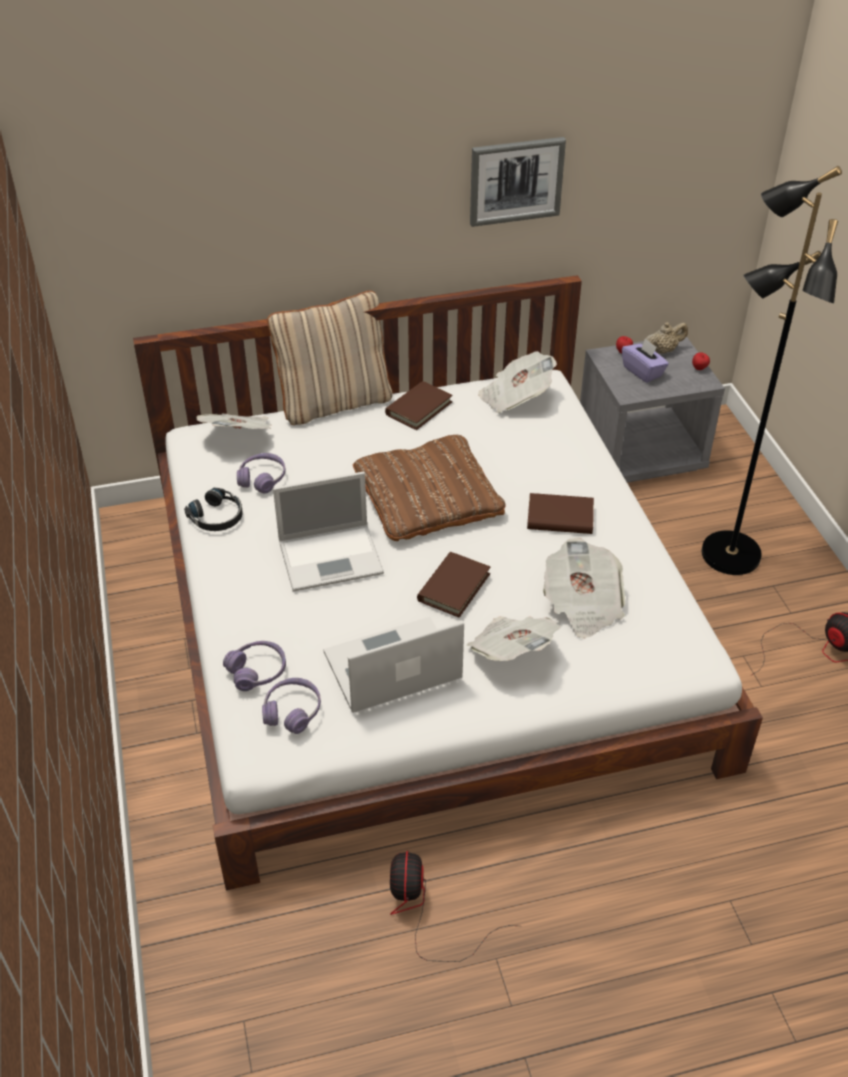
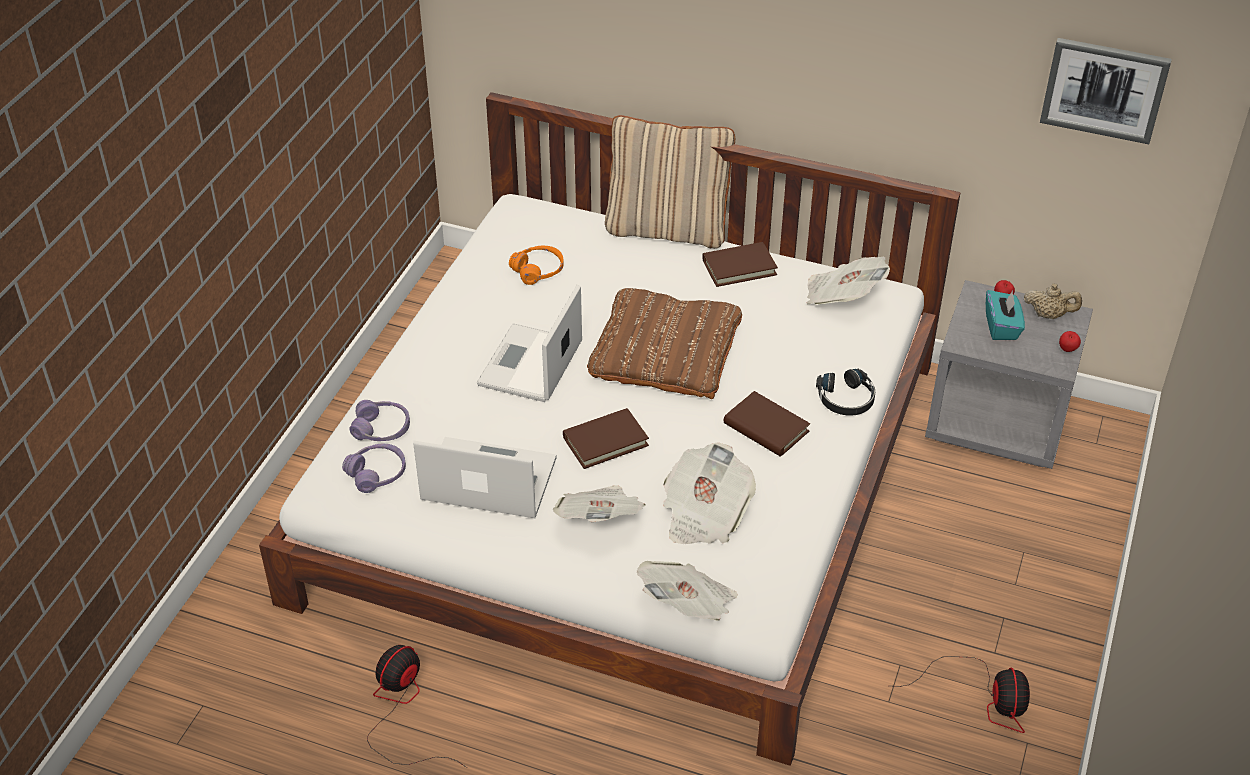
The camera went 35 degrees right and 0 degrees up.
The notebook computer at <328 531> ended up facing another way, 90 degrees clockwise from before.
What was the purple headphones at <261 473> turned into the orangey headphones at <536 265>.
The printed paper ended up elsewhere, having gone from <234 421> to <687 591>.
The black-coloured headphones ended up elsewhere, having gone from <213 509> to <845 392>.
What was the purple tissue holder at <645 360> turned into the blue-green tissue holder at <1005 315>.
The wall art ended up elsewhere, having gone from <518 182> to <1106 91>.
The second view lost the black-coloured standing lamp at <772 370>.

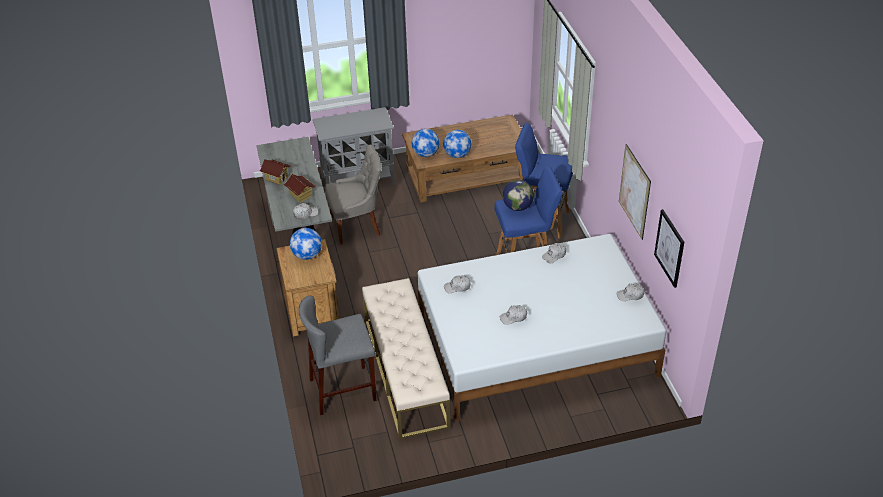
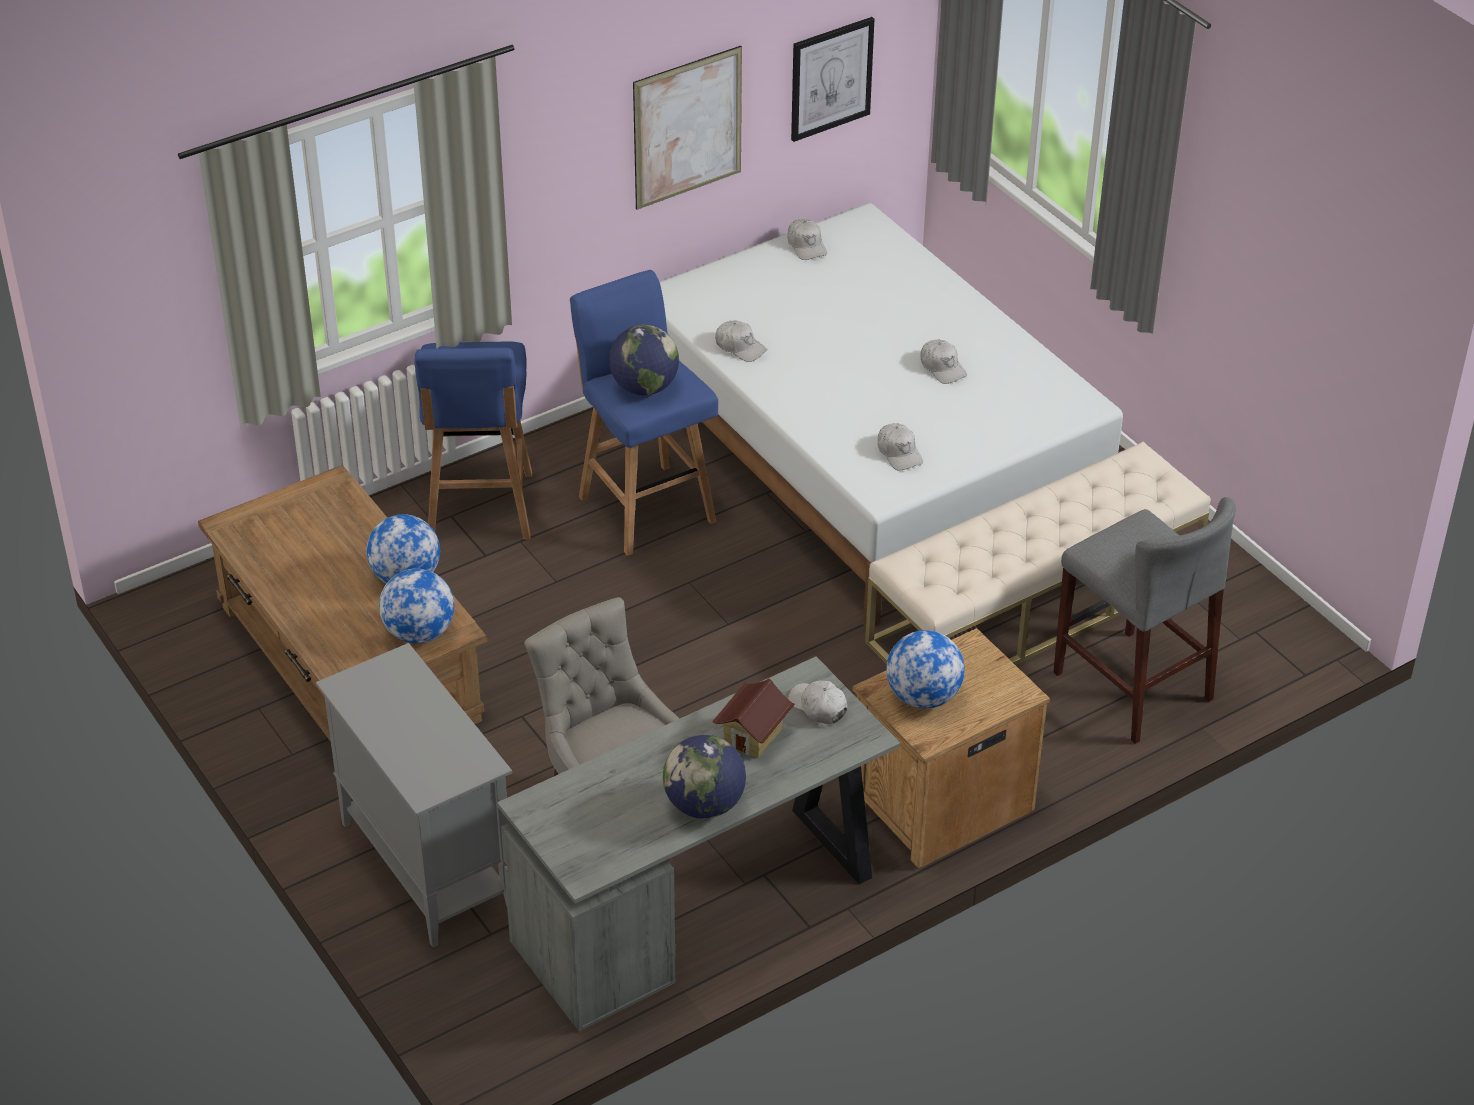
The camera went 110 degrees left and 0 degrees up.
Where the model house stood at <275 172>, the desk globe came to stand at <704 777>.

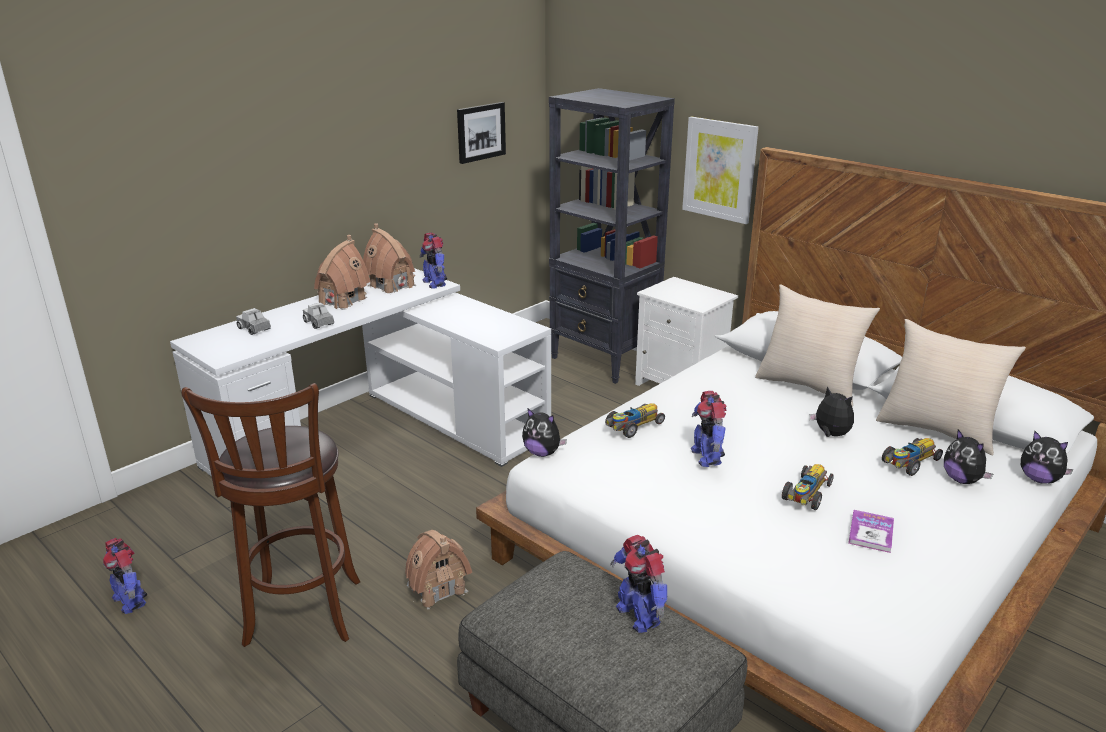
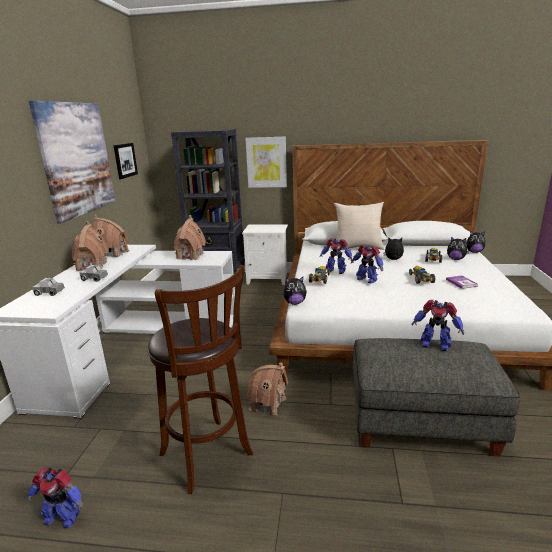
The camera went 35 degrees left and 5 degrees down.
The second view gained the wall art at <72 162>.
The second view gained the model house at <190 237>.
The toy robot ended up elsewhere, having gone from <433 260> to <336 256>.
The second view lost the beige pillow at <951 387>.

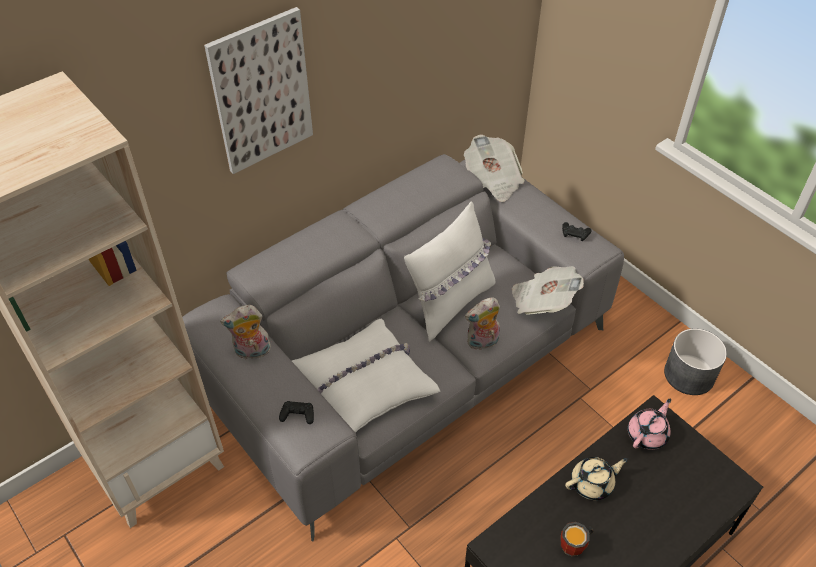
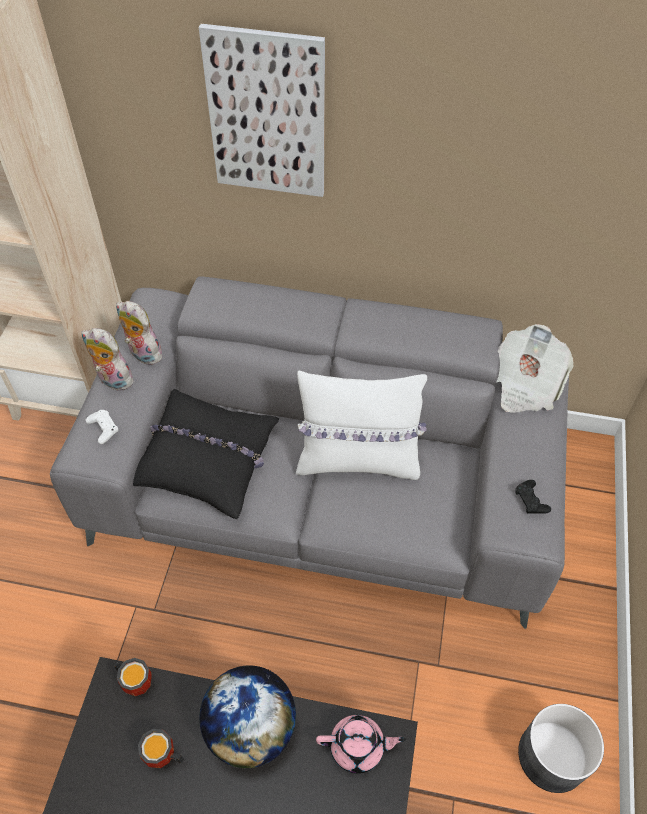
The camera went 50 degrees right and 5 degrees up.
The plush toy ended up elsewhere, having gone from <482 323> to <108 359>.
What was the black-coloured gamepad at <296 412> turned into the white-coloured gamepad at <102 427>.
The second view gained the coffee mug at <133 677>.
What was the white-coloured pillow at <366 376> turned into the black-coloured pillow at <206 454>.
Where the beige pot for tea stood at <597 478>, the desk globe came to stand at <247 716>.
The second view lost the printed paper at <548 290>.

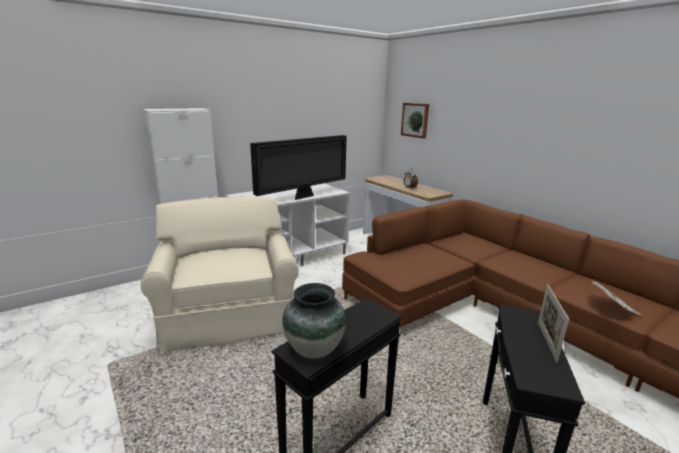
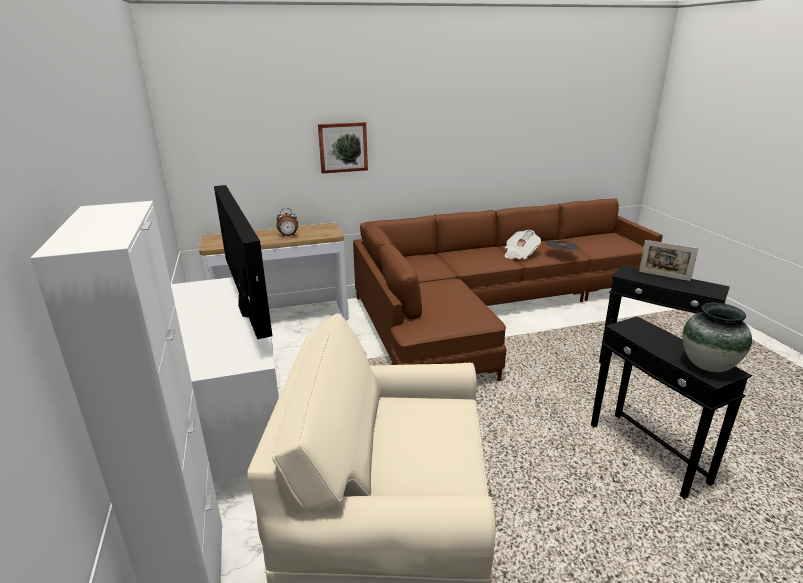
The camera went 70 degrees left and 5 degrees up.
The wall art ended up elsewhere, having gone from <415 121> to <343 148>.
The second view gained the printed paper at <523 244>.

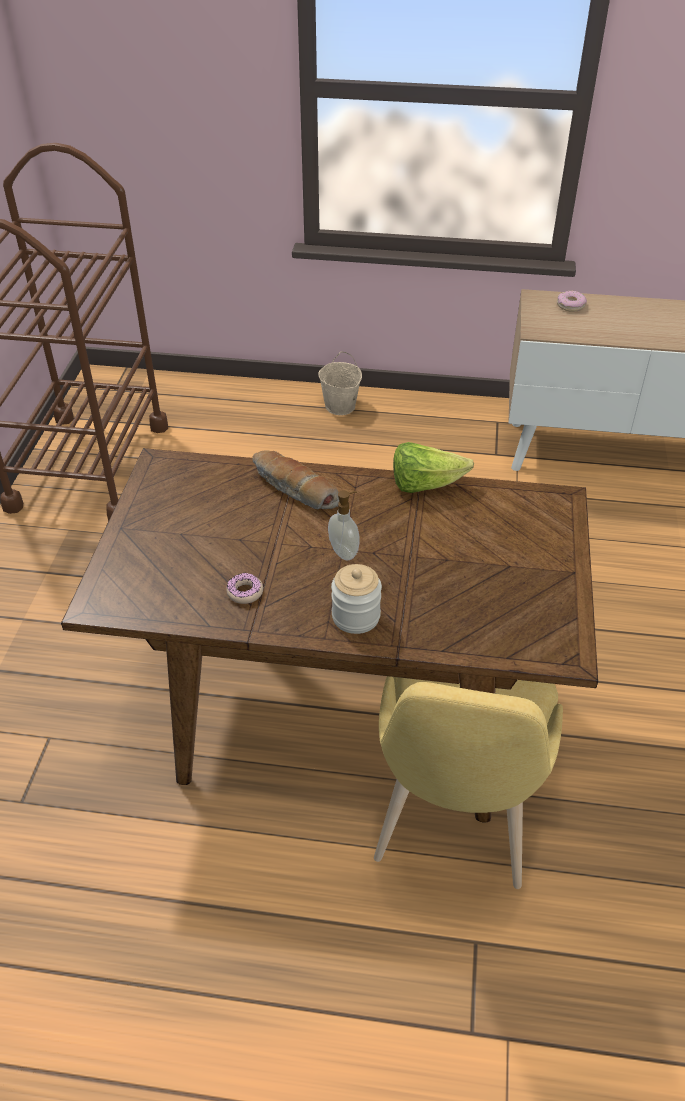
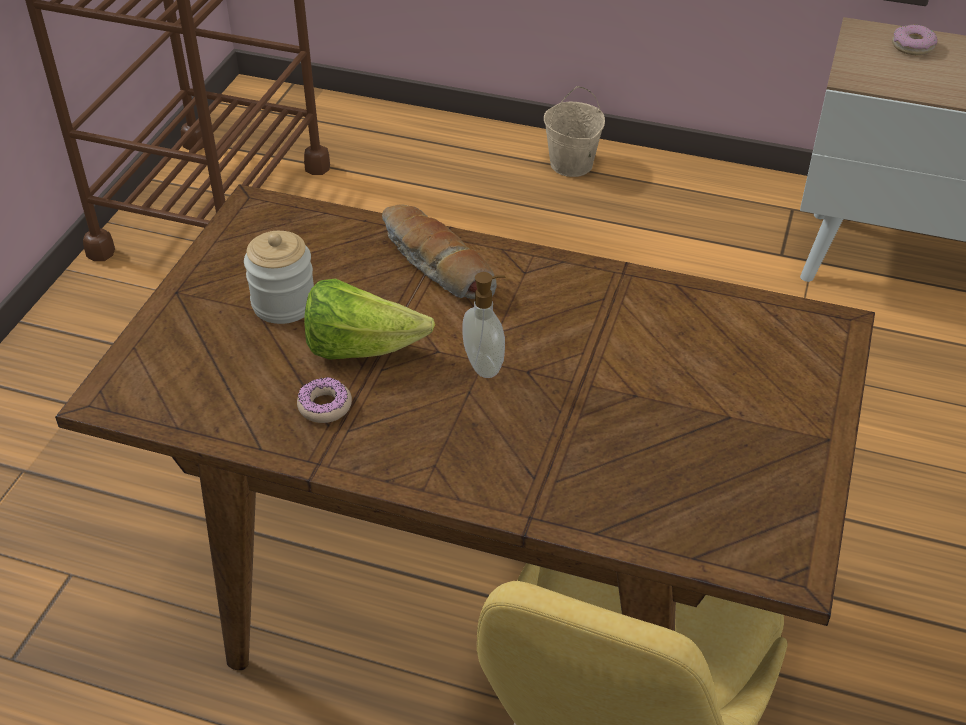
The camera went 10 degrees right and 0 degrees up.
The storage jar ended up elsewhere, having gone from <356 599> to <279 277>.
The head of lettuce ended up elsewhere, having gone from <433 467> to <369 319>.

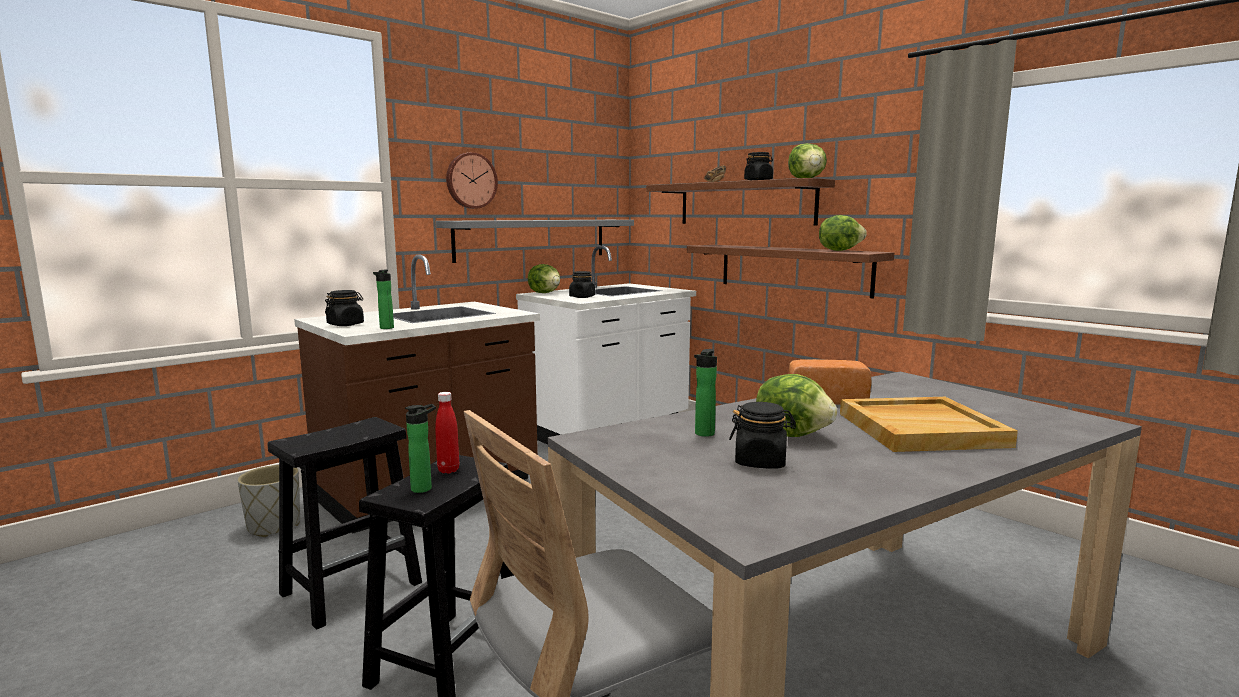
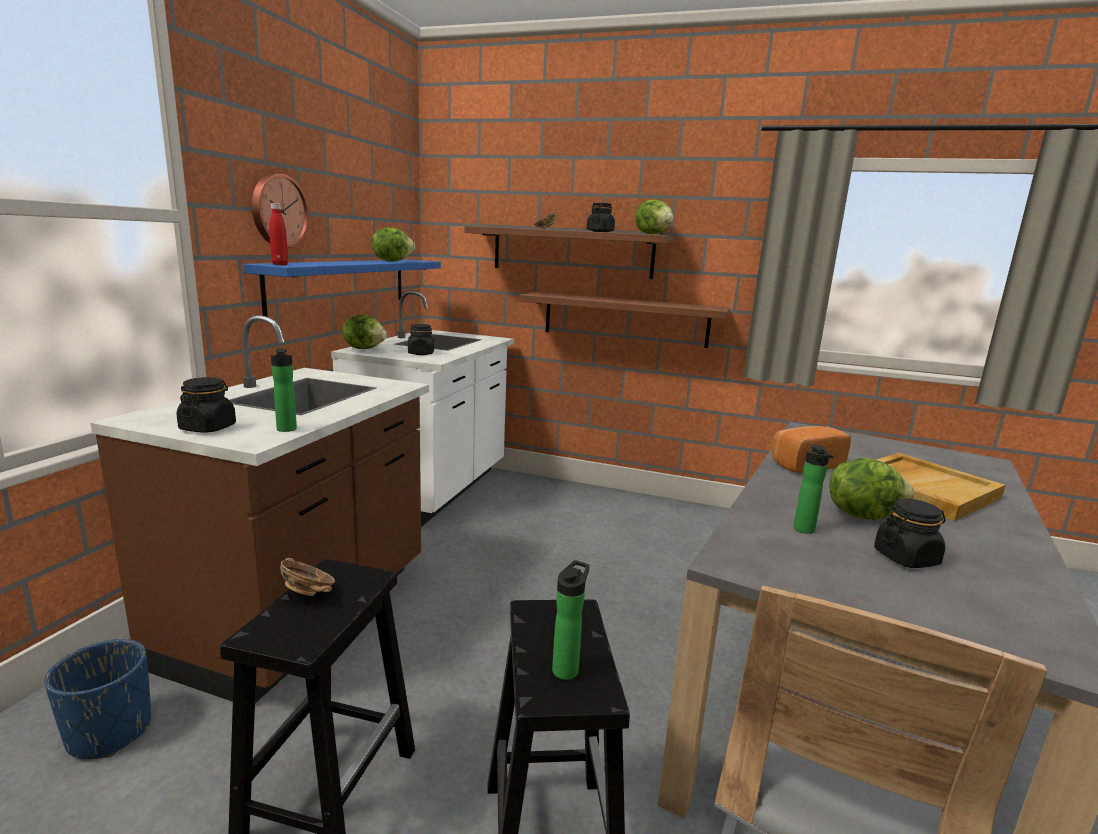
The camera went 30 degrees left and 5 degrees up.
What was the gray plant pot at <269 501> turned into the blue plant pot at <97 699>.
What was the gray shelf at <535 241> turned into the blue shelf at <342 288>.
The red-coloured bottle ended up elsewhere, having gone from <447 433> to <278 234>.
The second view gained the serving bowl at <307 577>.
The head of lettuce ended up elsewhere, having gone from <843 233> to <393 244>.

